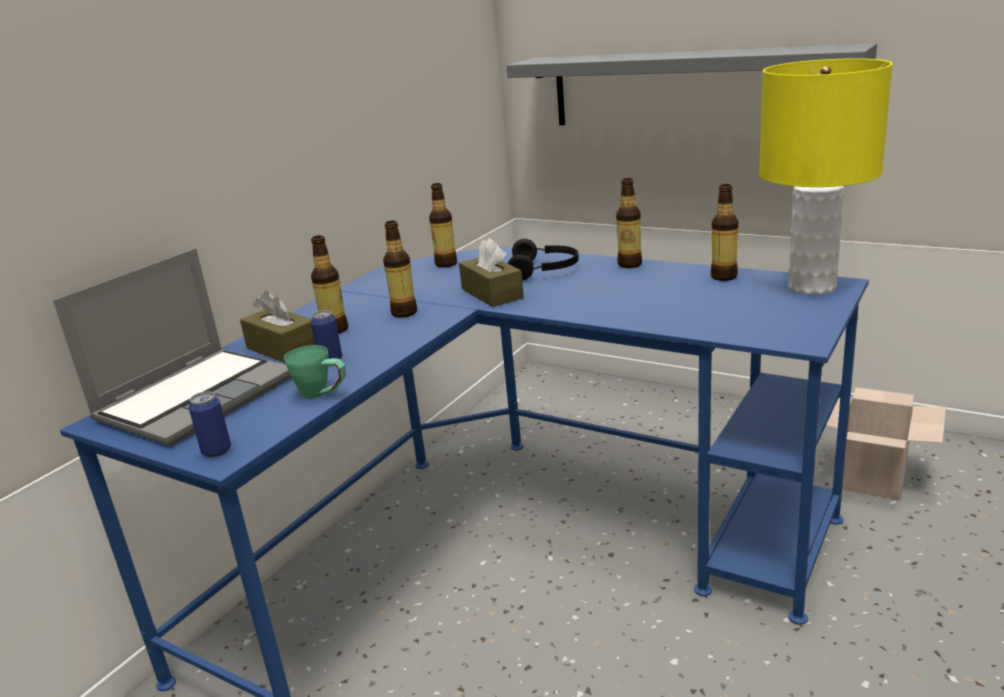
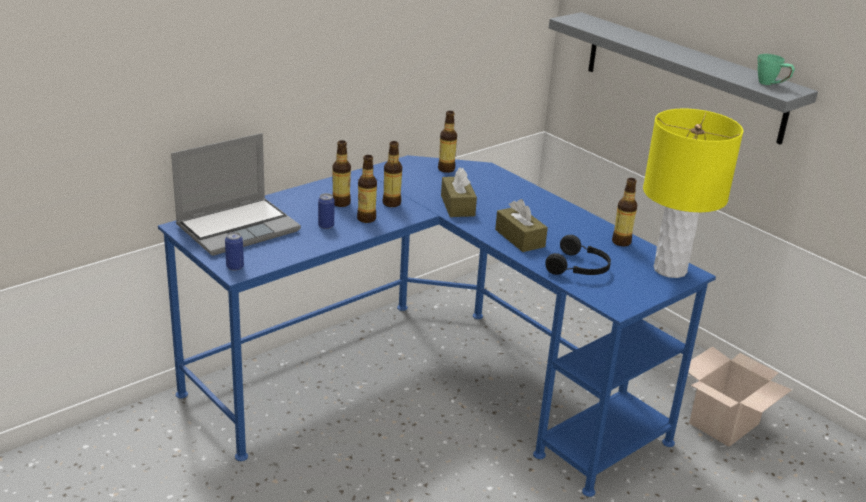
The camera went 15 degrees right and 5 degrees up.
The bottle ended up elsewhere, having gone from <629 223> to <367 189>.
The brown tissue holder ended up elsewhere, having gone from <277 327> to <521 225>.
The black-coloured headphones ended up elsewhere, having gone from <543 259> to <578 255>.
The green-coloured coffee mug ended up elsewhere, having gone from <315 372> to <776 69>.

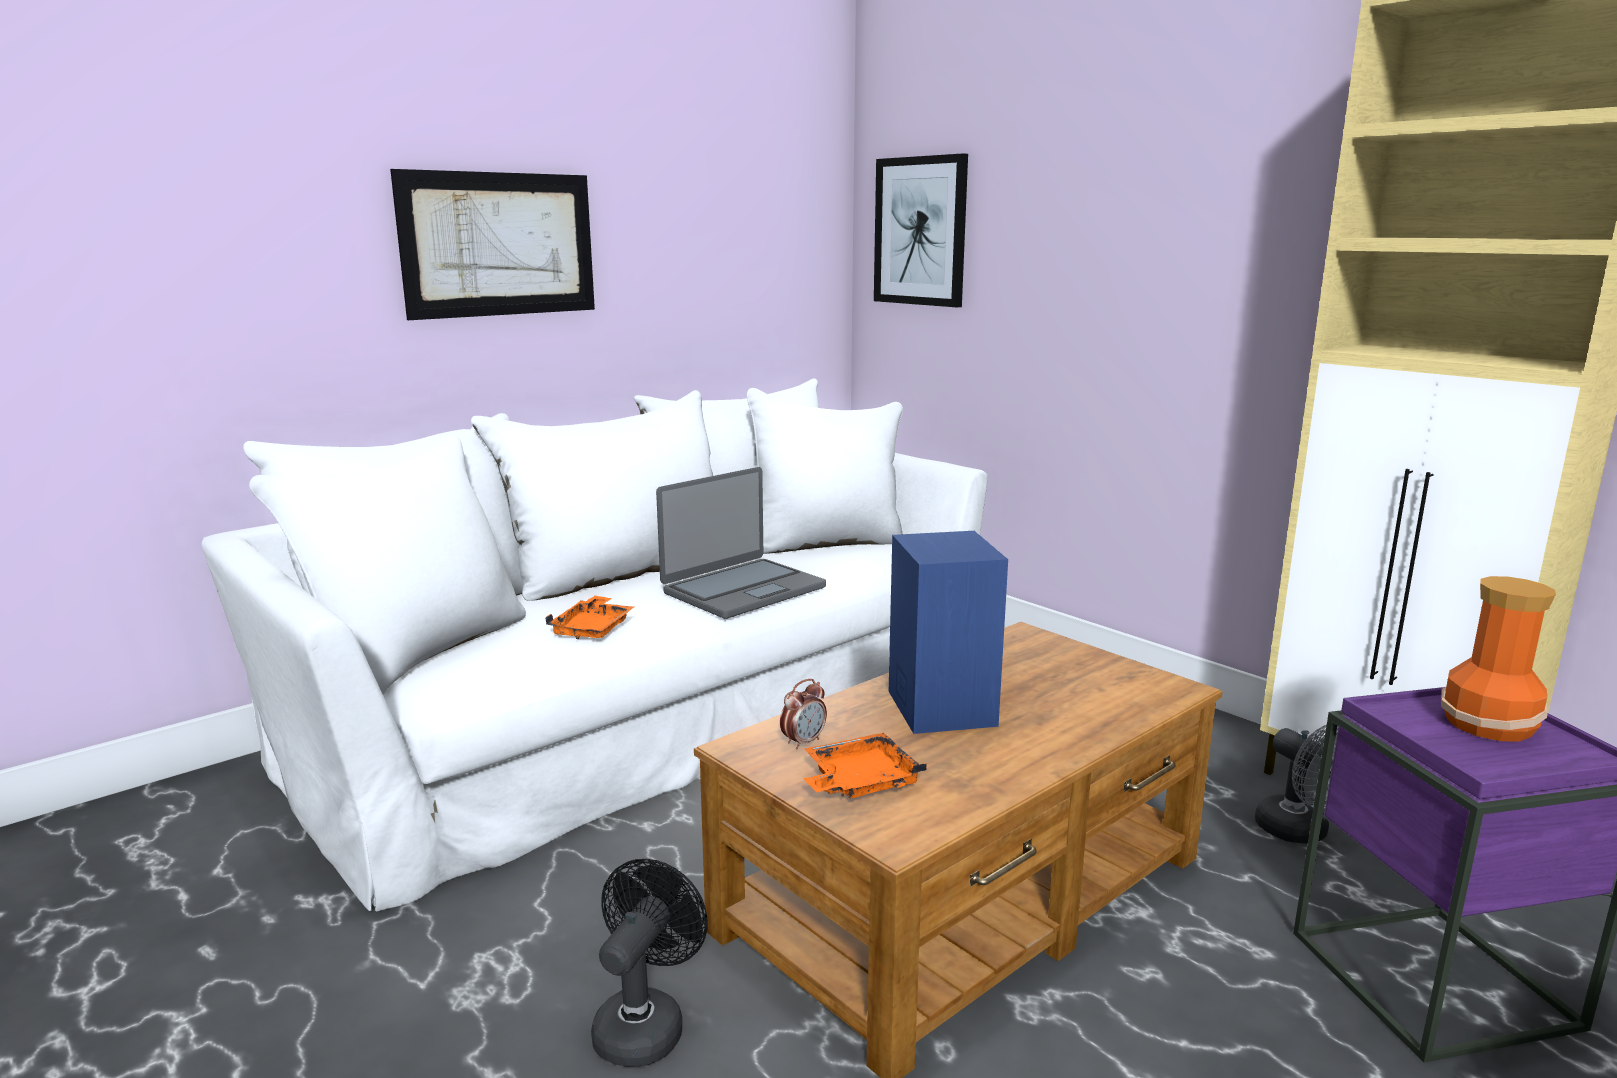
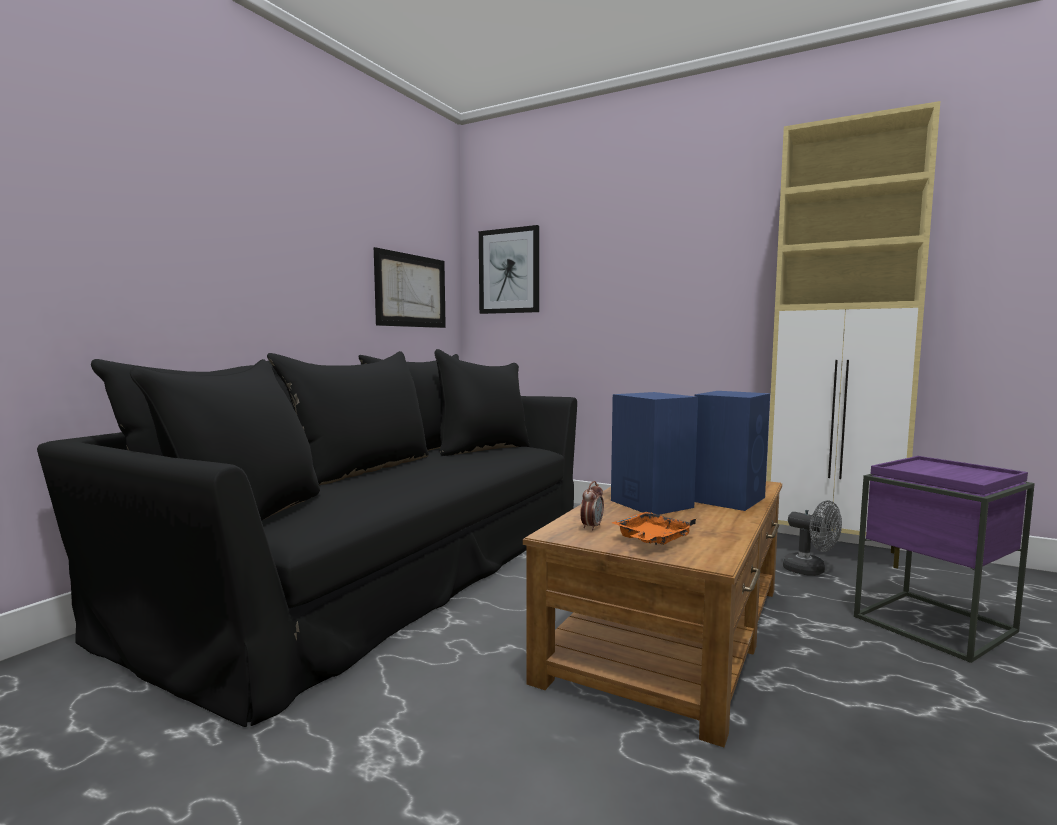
The camera went 20 degrees left and 10 degrees down.
What was the white-coloured sofa at <594 644> turned into the black-coloured sofa at <307 538>.
The wall art ended up elsewhere, having gone from <492 244> to <410 287>.
The second view gained the blue loudspeaker at <732 451>.
The second view lost the orangey carrying tray at <589 617>.
The second view lost the black-coloured cooling fan at <649 963>.
The second view lost the notebook computer at <741 543>.
The second view lost the decorative vase at <1498 659>.

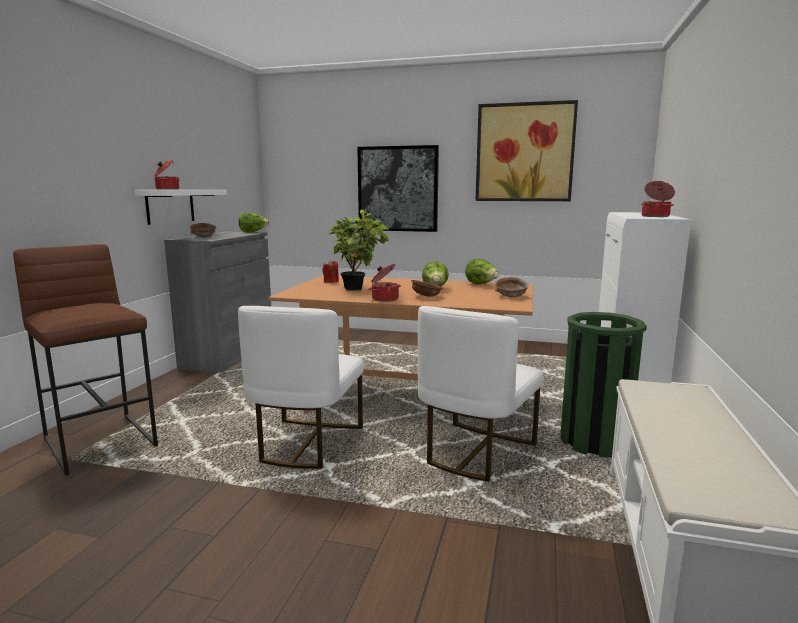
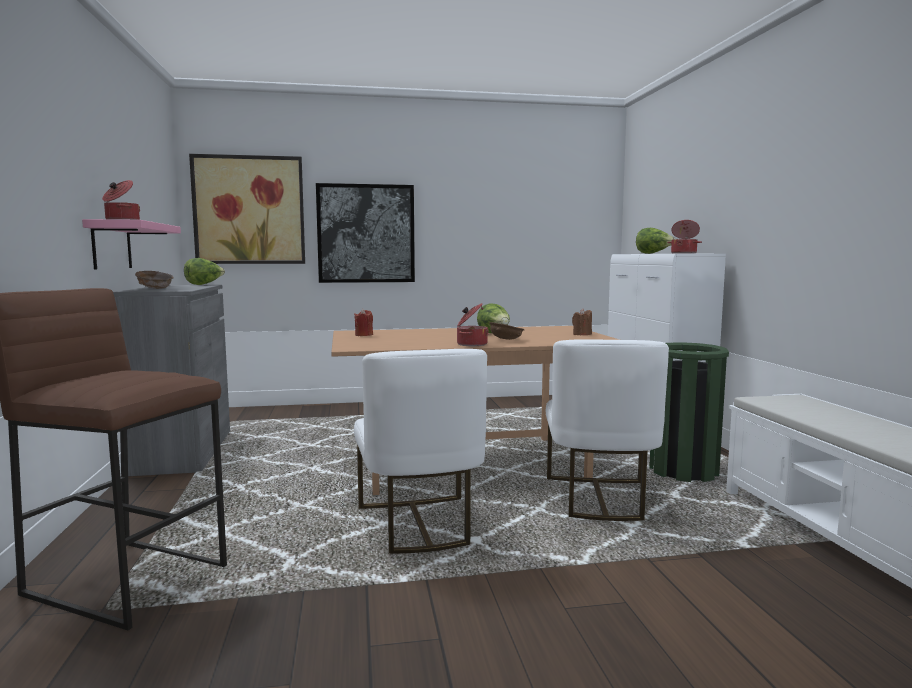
The camera went 25 degrees left and 5 degrees down.
What was the white-coloured shelf at <181 207> turned into the pinkish shelf at <131 244>.
The wall art ended up elsewhere, having gone from <526 150> to <247 209>.
Where the brown serving bowl stood at <512 287>, the brown wax candle came to stand at <582 321>.
The head of lettuce ended up elsewhere, having gone from <482 271> to <655 241>.
The second view lost the potted plant at <358 250>.

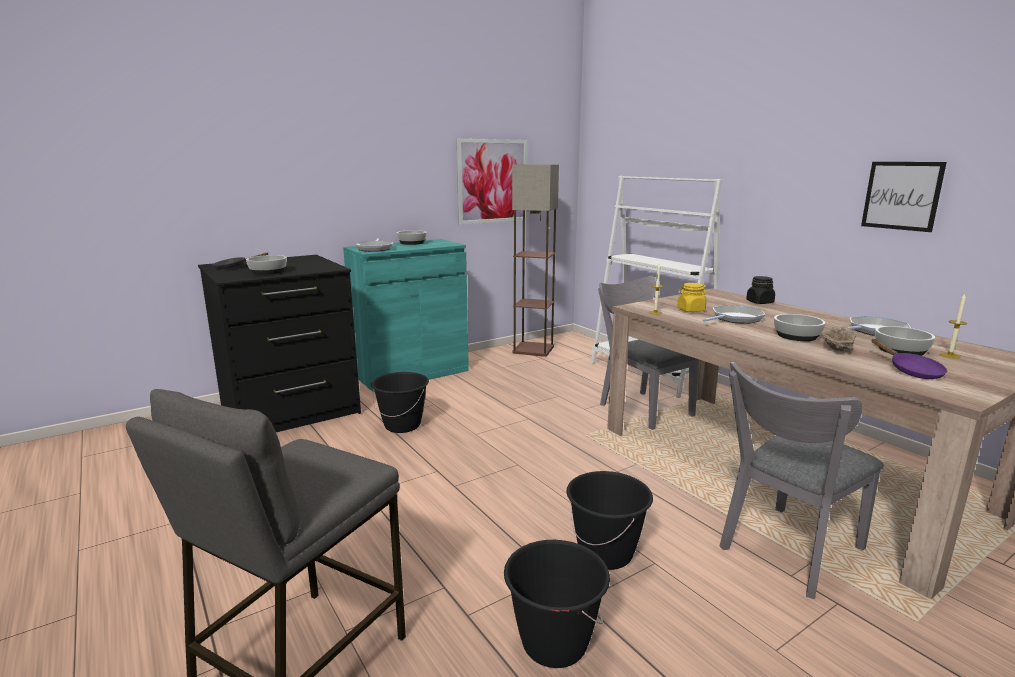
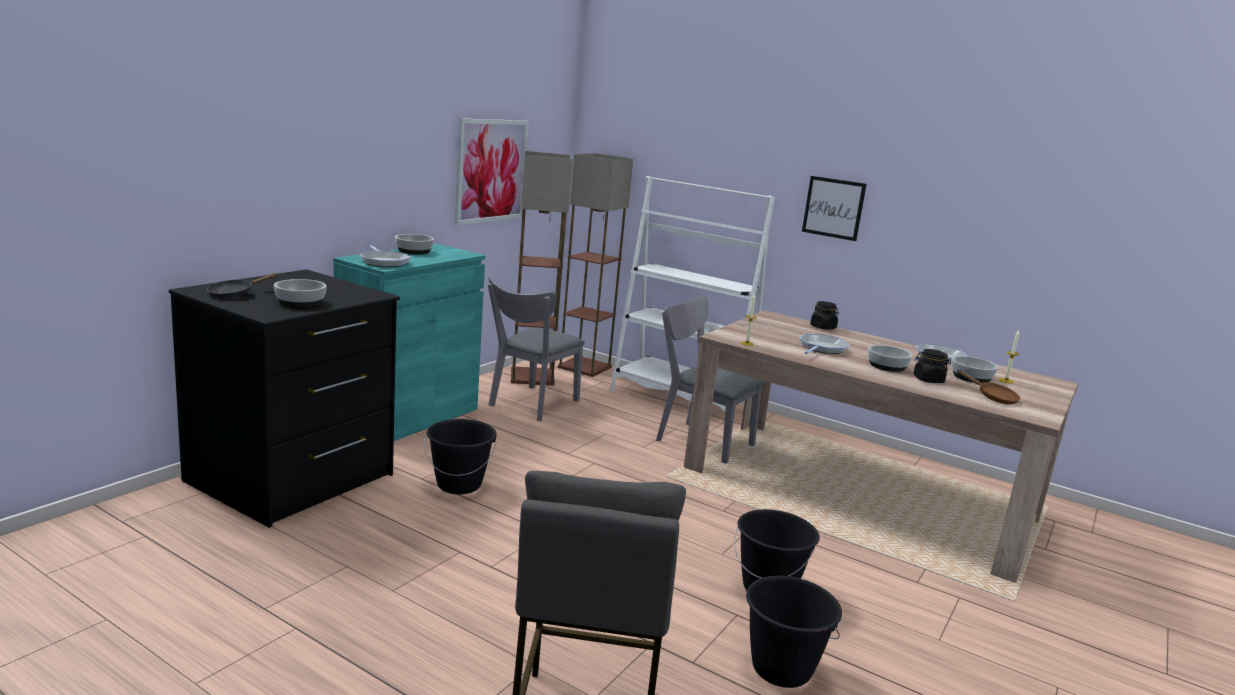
The camera went 25 degrees left and 0 degrees up.
The gray upright chair ended up elsewhere, having gone from <802 480> to <536 349>.
The second view gained the standing lamp at <595 265>.
The wall art ended up elsewhere, having gone from <904 197> to <834 208>.
Where the beige serving bowl stood at <839 338>, the black-coloured storage jar came to stand at <931 366>.
What was the purple frying pan at <909 359> turned into the brown frying pan at <988 387>.
The second view lost the yellow storage jar at <691 297>.

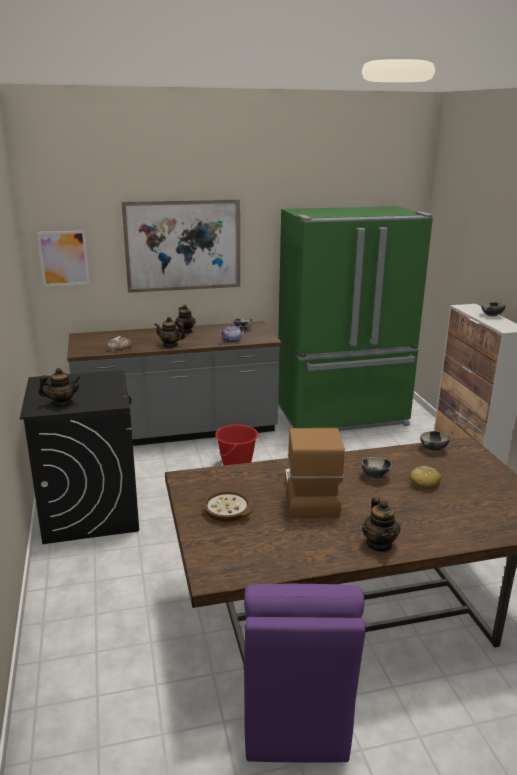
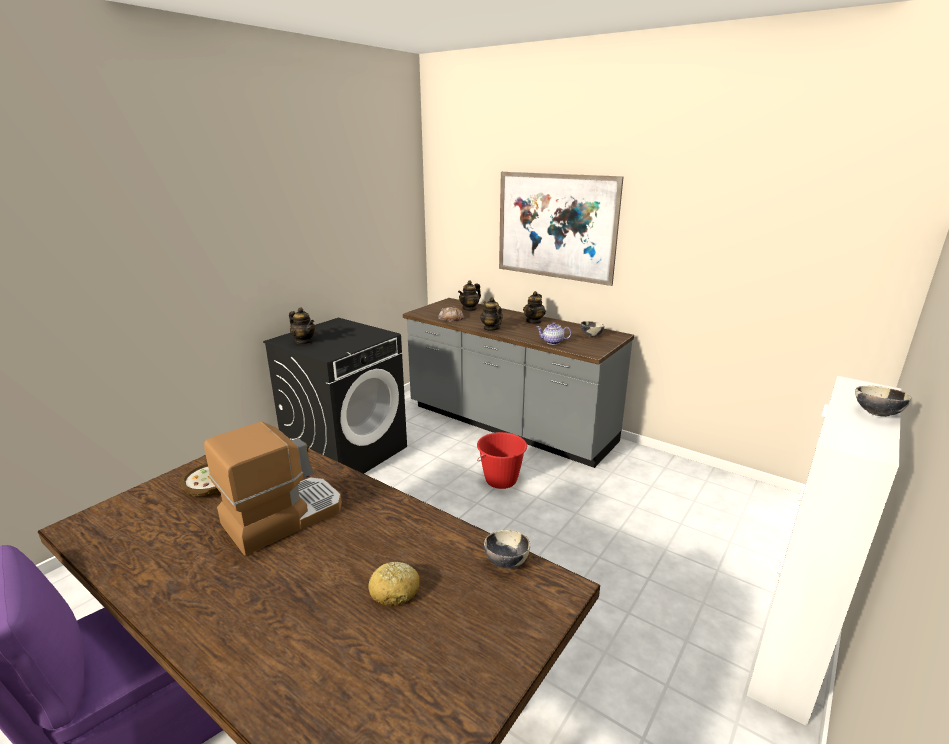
The camera went 50 degrees right and 0 degrees up.
The pot for tea ended up elsewhere, having gone from <381 524> to <469 295>.
The second view lost the wall art at <63 258>.
The second view lost the green-coloured refrigerator at <355 318>.
The second view lost the serving bowl at <377 468>.

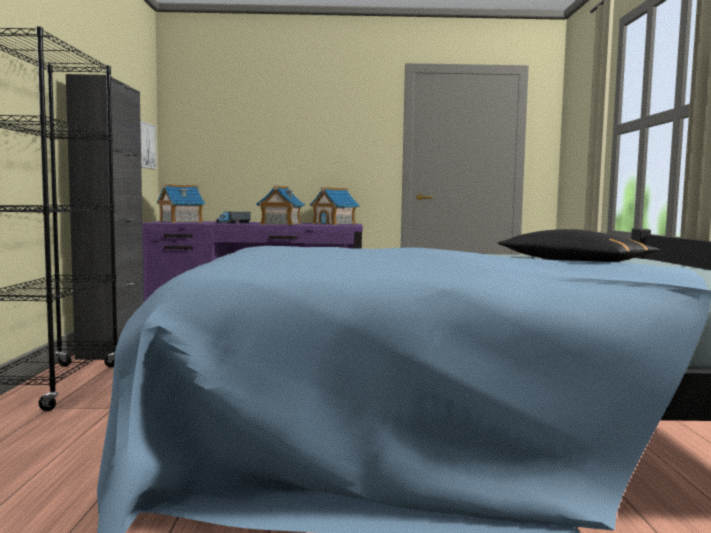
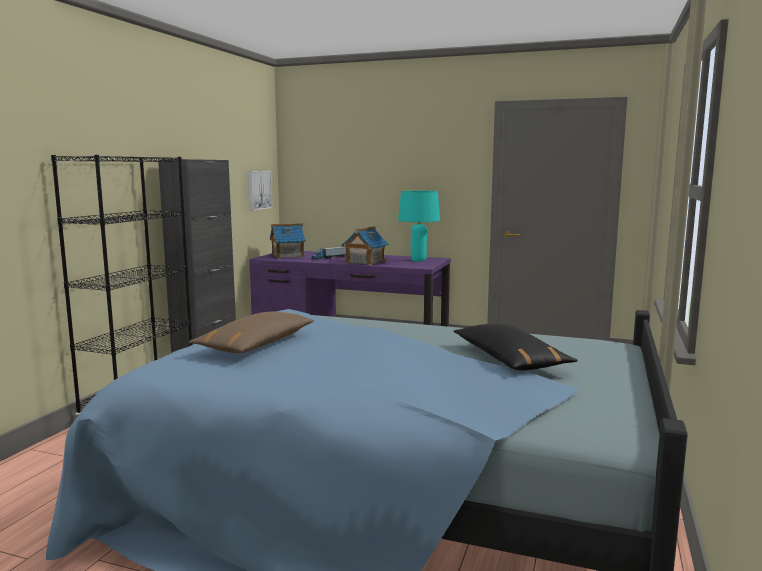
The camera went 20 degrees right and 5 degrees up.
The second view gained the brown pillow at <251 332>.
Where the model house stood at <334 206>, the blue-green tabletop lamp came to stand at <419 226>.

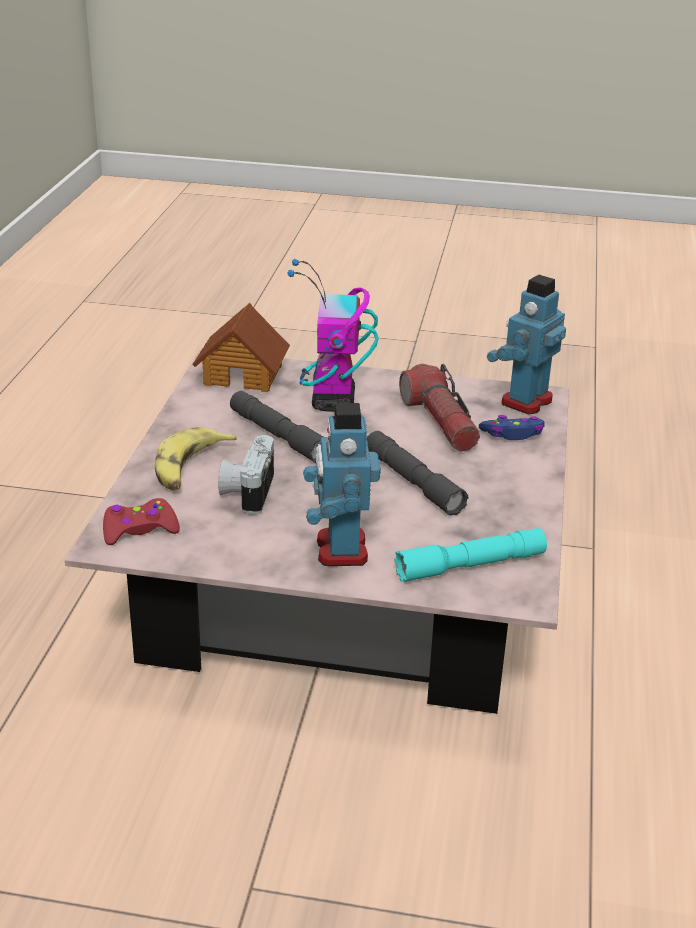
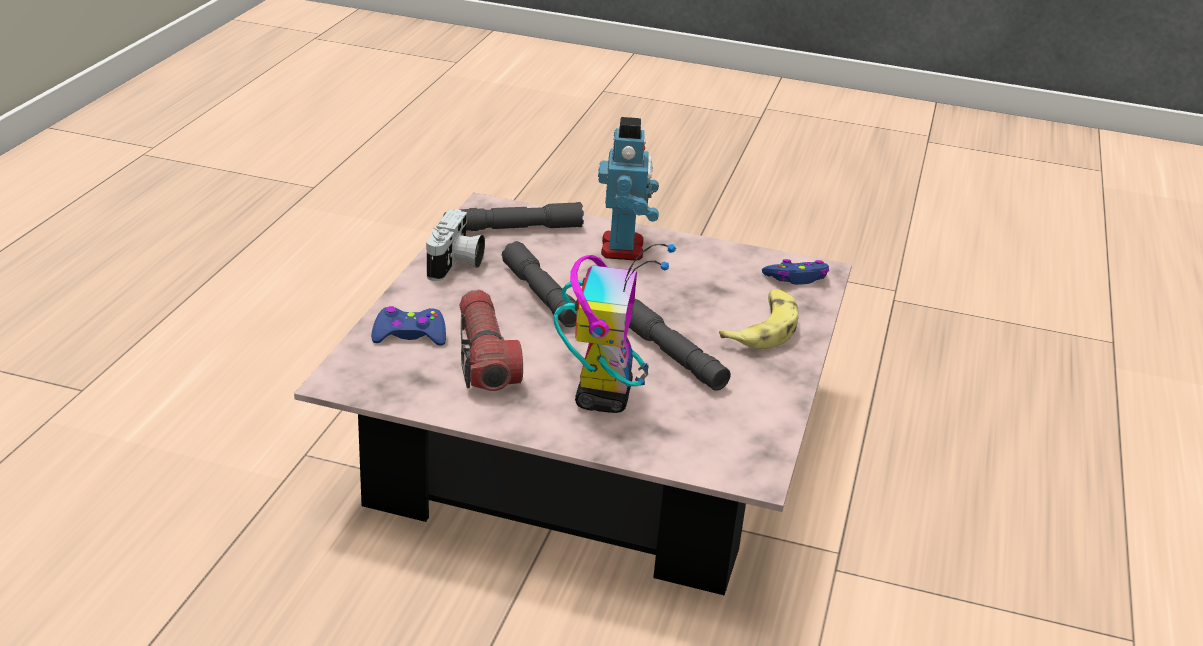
The camera went 175 degrees left and 0 degrees up.
The still camera ended up elsewhere, having gone from <246 474> to <456 245>.
What was the blue-green flashlight at <471 555> turned into the gray flashlight at <522 216>.
What was the red-coloured gamepad at <141 521> turned into the blue gamepad at <795 272>.
The second view lost the model house at <241 347>.
The second view lost the toy robot at <526 344>.

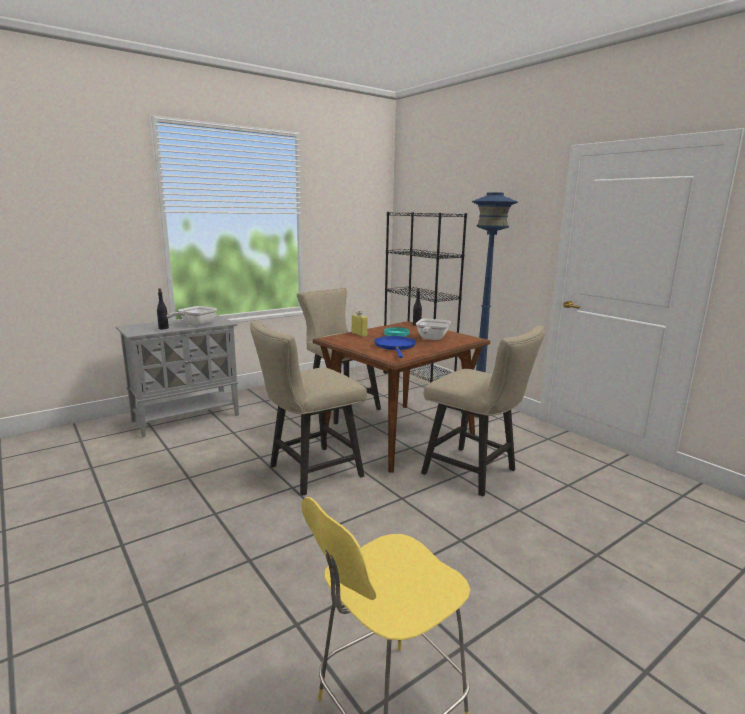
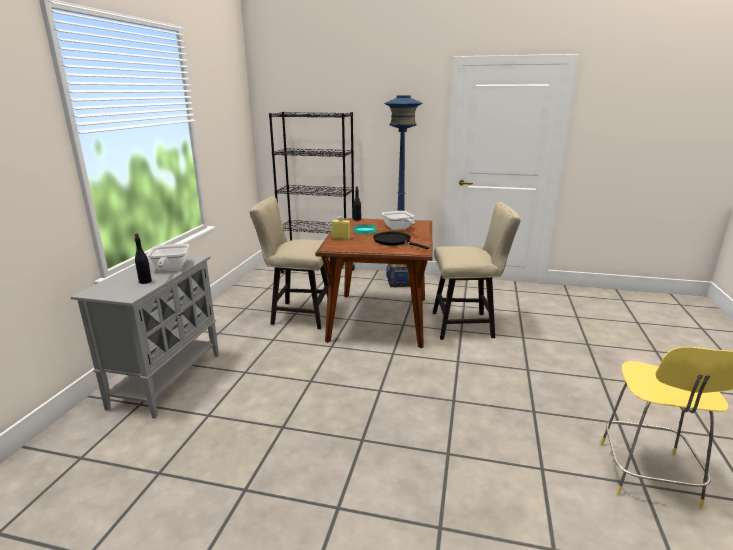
The camera went 40 degrees left and 5 degrees up.
What was the blue frying pan at <395 347> turned into the black-coloured frying pan at <401 240>.
The second view lost the beige upright chair at <308 408>.

